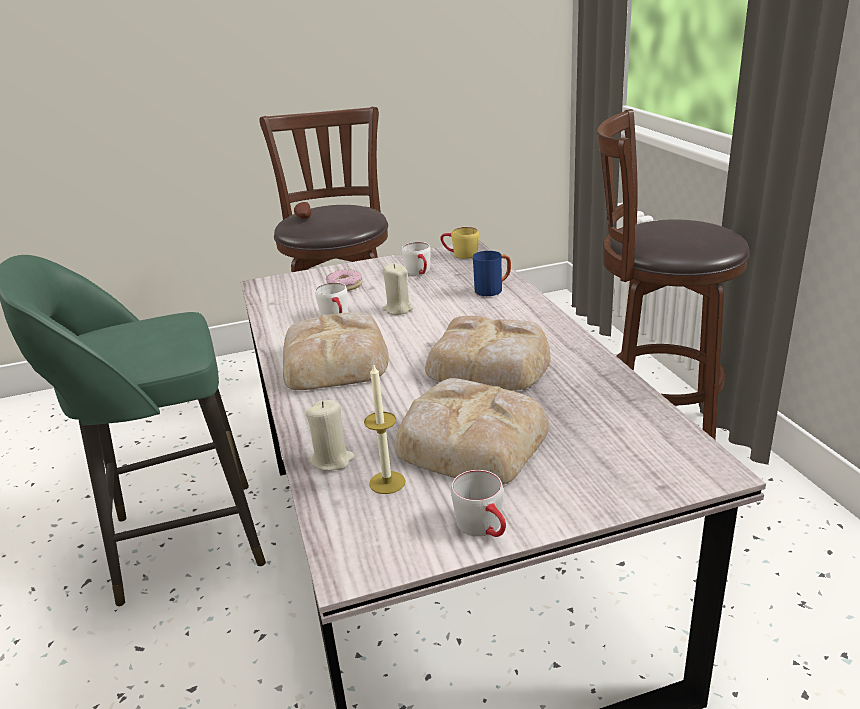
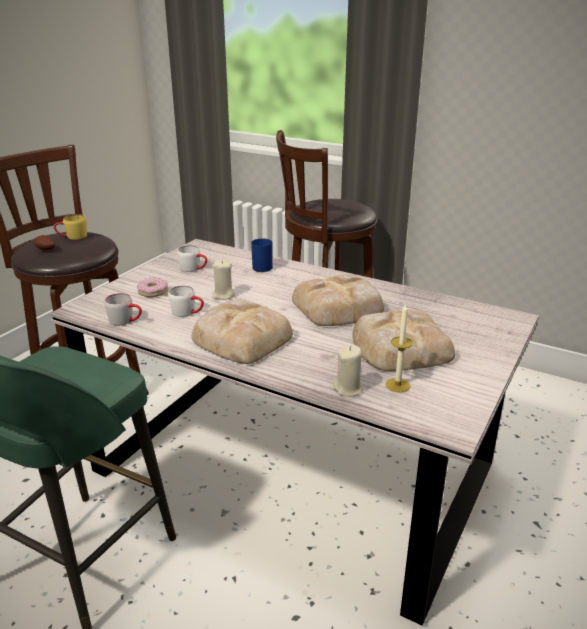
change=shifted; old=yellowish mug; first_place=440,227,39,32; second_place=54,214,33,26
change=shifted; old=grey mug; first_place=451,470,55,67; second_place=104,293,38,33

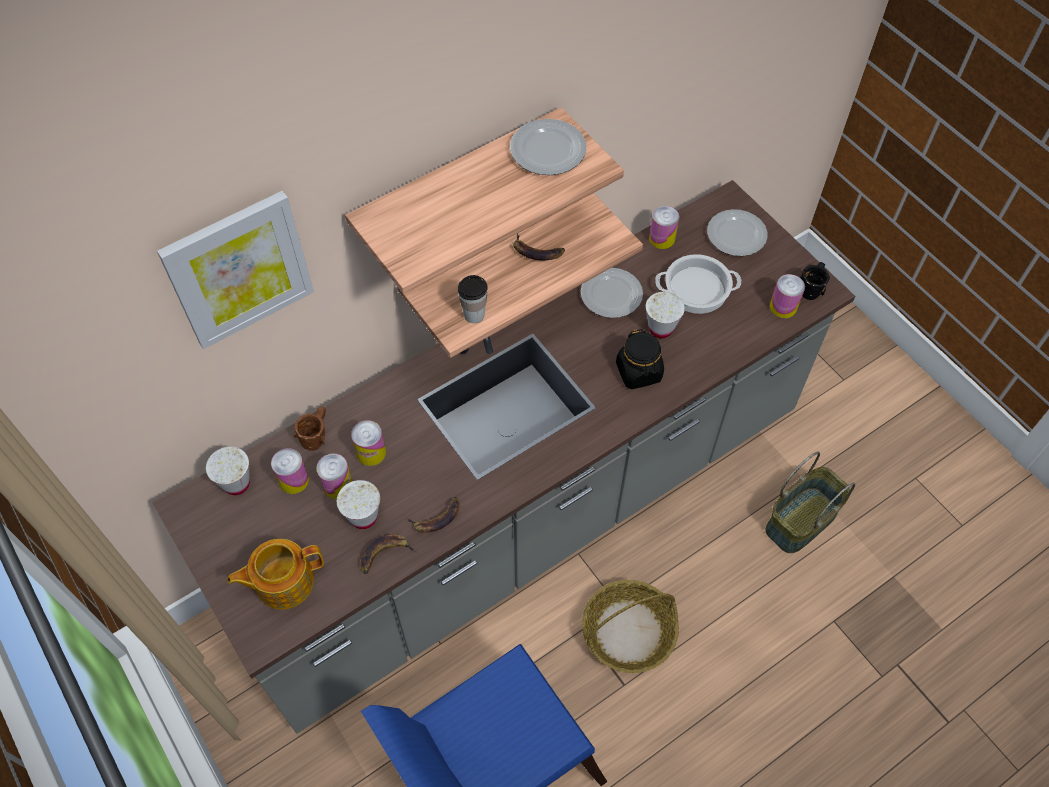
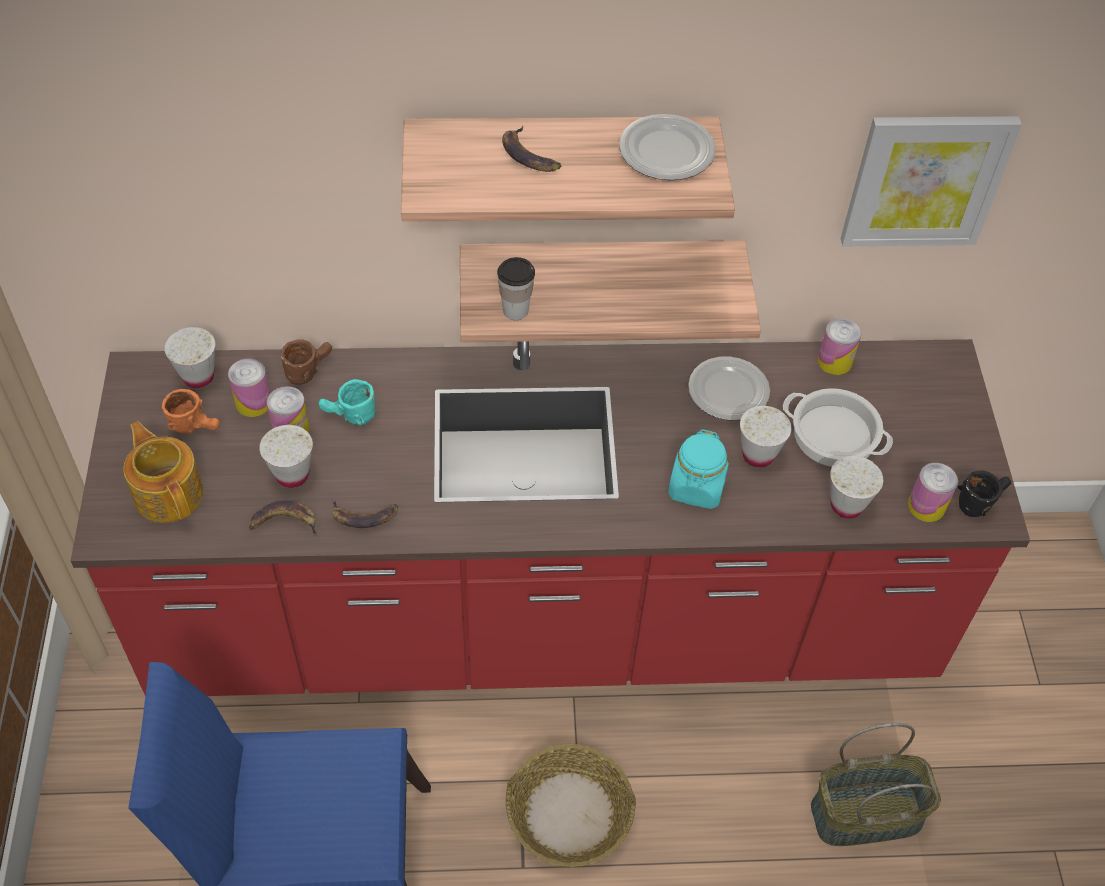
change=repainted; old=grey counter; new=red-coloured counter; first_place=152,180,703,553; second_place=71,339,959,357
change=shifted; old=wall art; first_place=157,191,157,158; second_place=841,116,181,130
change=rotated; old=pot for tea; first_place=227,539,97,71; second_place=123,421,80,102; degrees=45
change=swapped; old=can; new=turquoise mug; first_place=351,420,35,46; second_place=319,379,56,46
change=shifted; old=banana; first_place=513,234,52,26; second_place=502,126,59,46
change=repainted; old=black-coloured storage jar; new=turquoise storage jar; first_place=616,329,48,60; second_place=668,429,61,80
change=gone; old=plate; first_place=707,209,61,47
change=new; new=orangey mug; second_place=162,389,58,45
change=new; new=white-coloured small cup; second_place=830,456,53,62

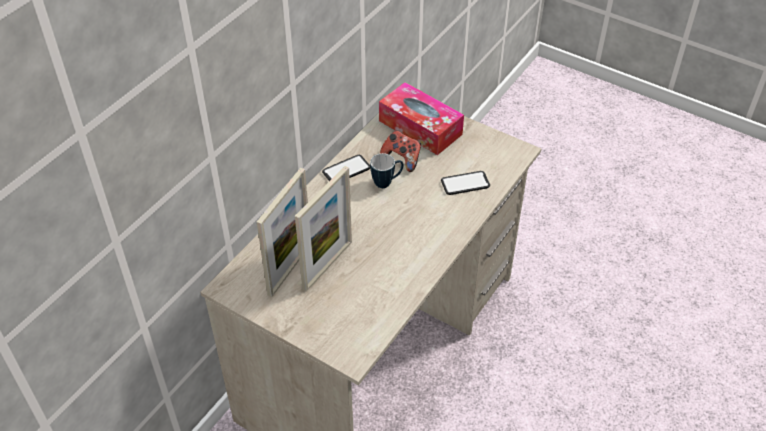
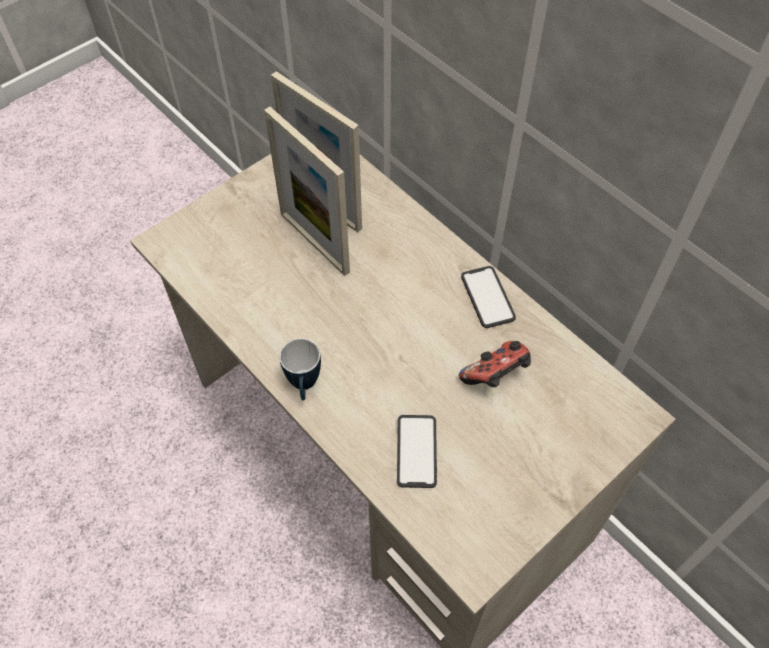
change=shifted; old=mug; first_place=370,153,34,35; second_place=280,338,41,62
change=gone; old=box of tissues; first_place=379,82,85,73

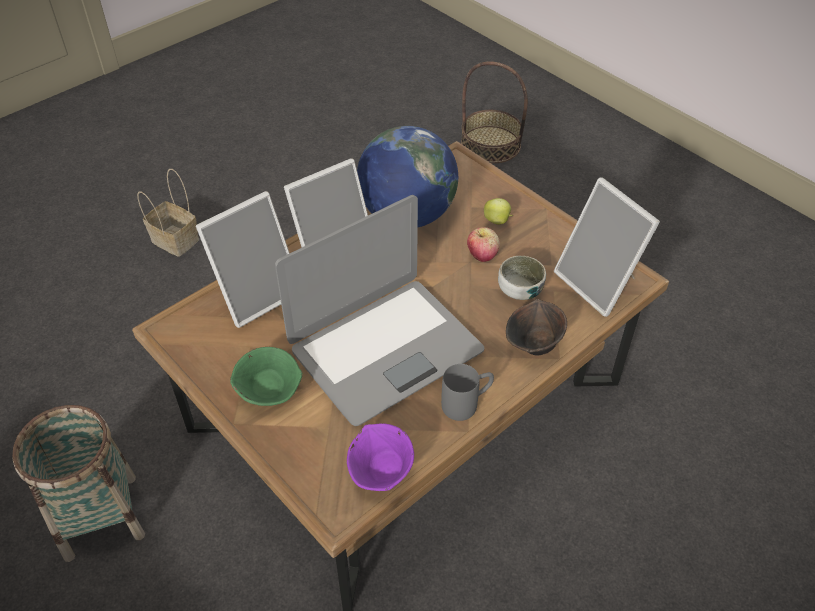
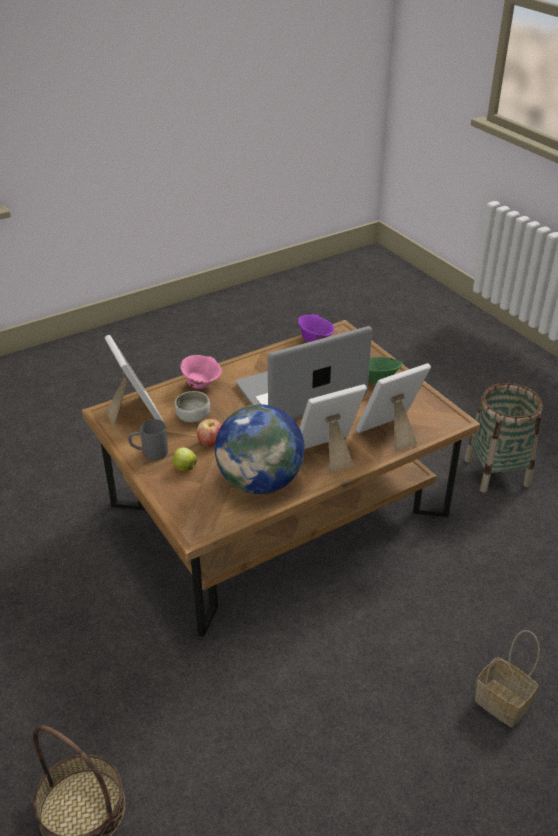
change=shifted; old=grey mug; first_place=441,364,53,57; second_place=128,419,40,41
change=repainted; old=brown-coloured serving bowl; new=pink serving bowl; first_place=506,299,61,56; second_place=180,355,42,34

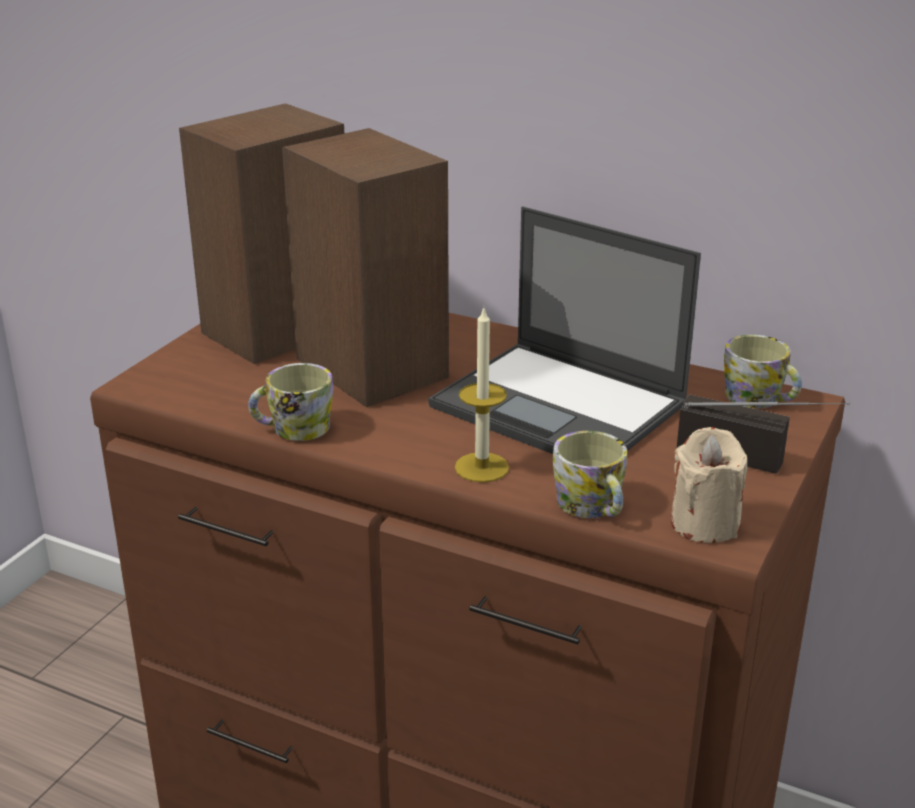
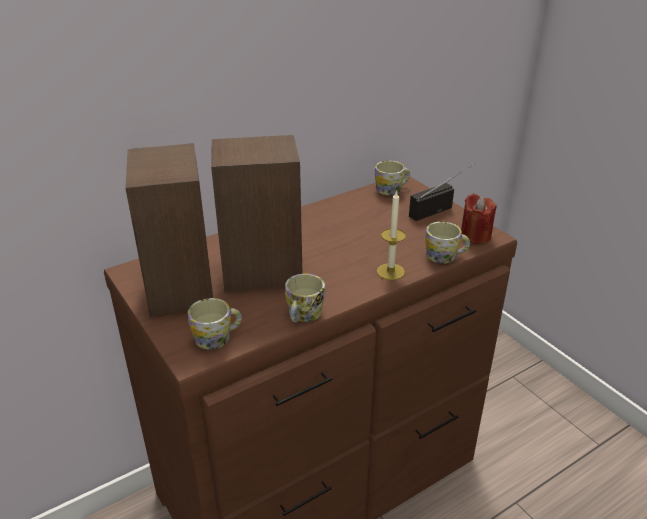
change=gone; old=portable computer; first_place=428,206,273,248
change=repainted; old=beige candle; new=red-coloured candle; first_place=671,427,76,116; second_place=461,194,35,50
change=new; new=mug; second_place=188,298,54,52

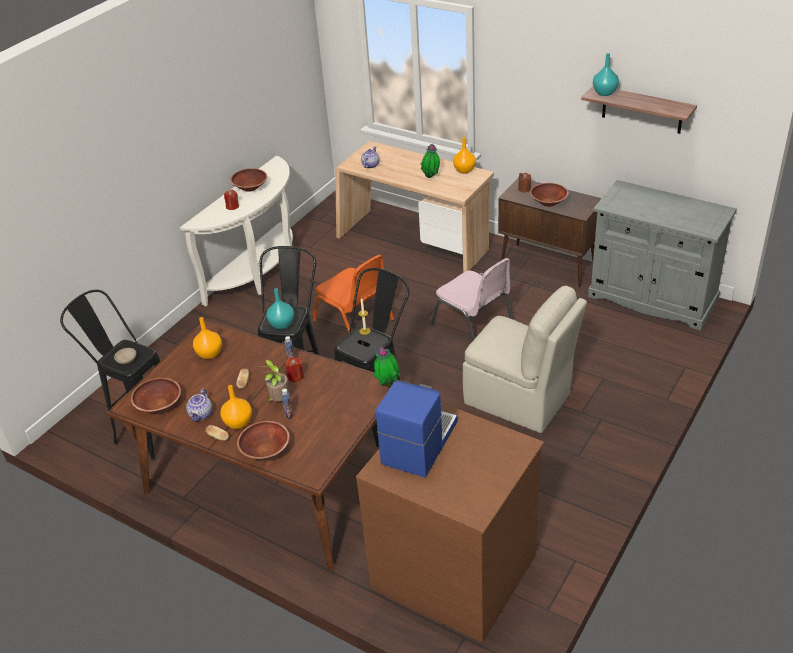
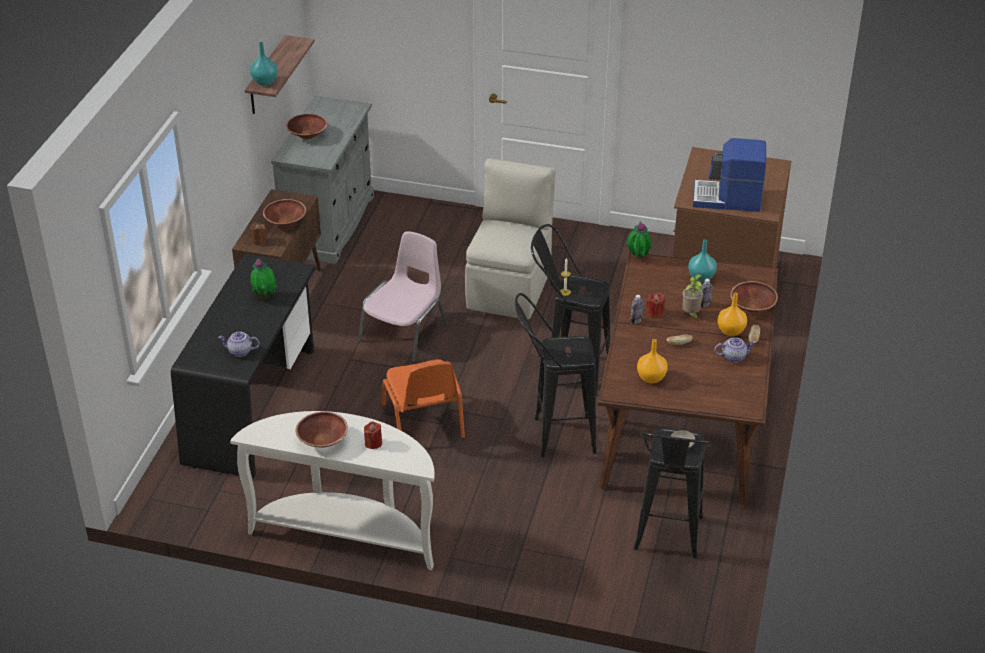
change=shifted; old=brown-coloured serving bowl; first_place=131,378,50,34; second_place=286,114,41,25
change=shifted; old=turquoise decorative vase; first_place=267,288,27,42; second_place=688,240,29,42
change=rotated; old=orangey chair; first_place=313,255,81,77; second_place=382,359,83,80; degrees=135
change=repainted; old=beige desk table; new=black-coloured desk table; first_place=335,141,159,131; second_place=171,254,144,225
change=gone; old=orangey decorative vase; first_place=453,137,23,37

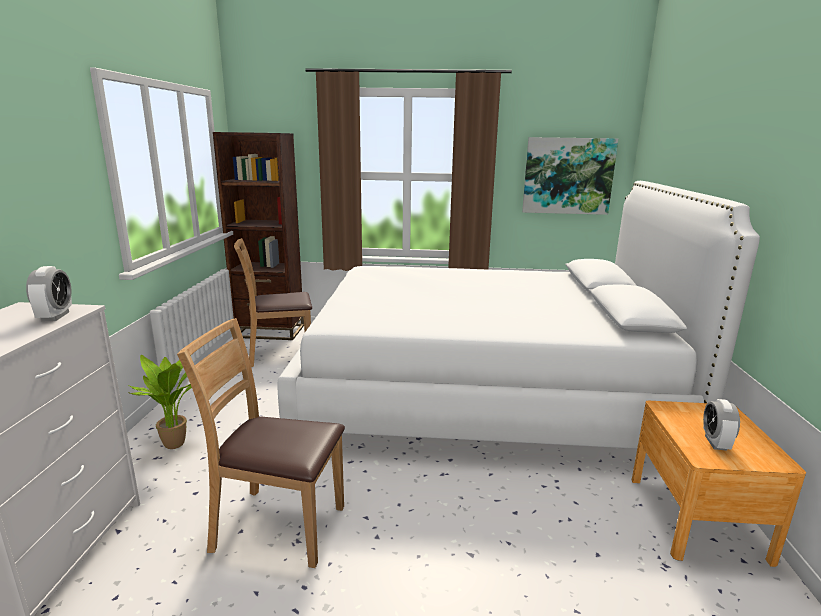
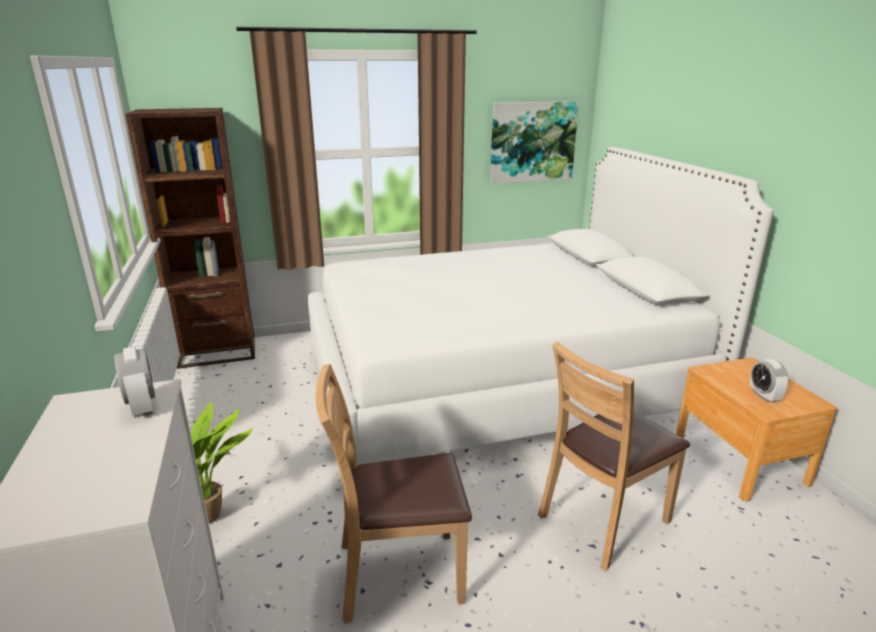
change=shifted; old=brown-coloured chair; first_place=234,238,78,129; second_place=538,342,152,229

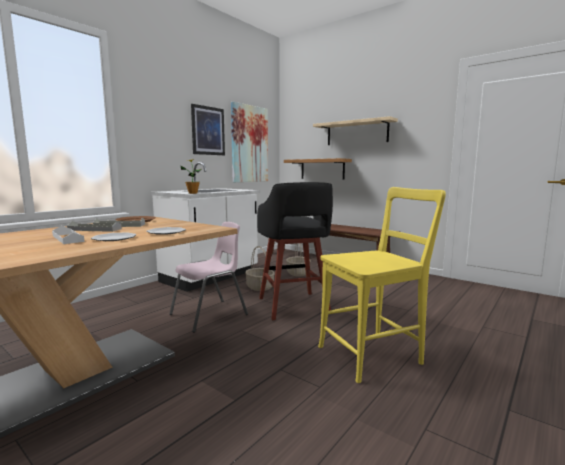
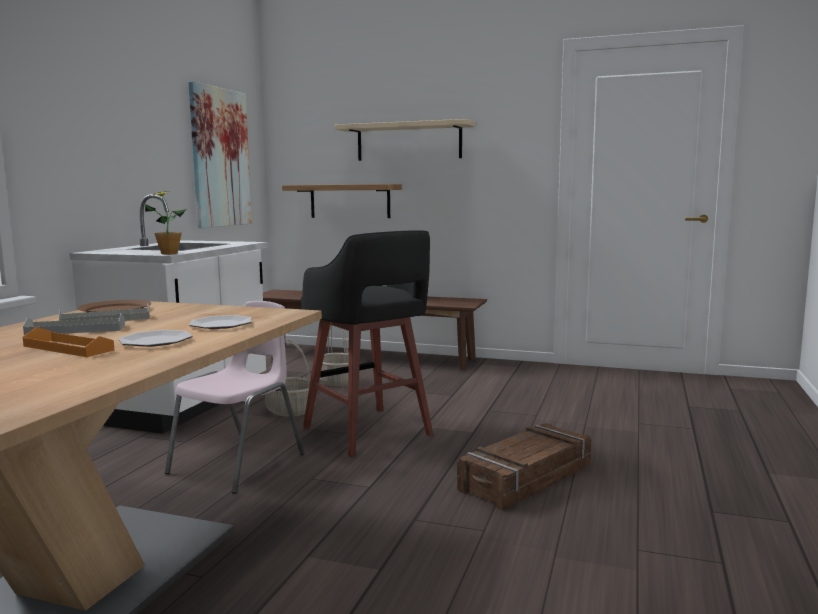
change=repainted; old=white-coloured tray; new=orangey tray; first_place=52,226,32,18; second_place=23,327,92,30
change=gone; old=wall art; first_place=191,104,34,51
change=swapped; old=yellowish chair; new=crate; first_place=318,187,128,196; second_place=457,423,134,87

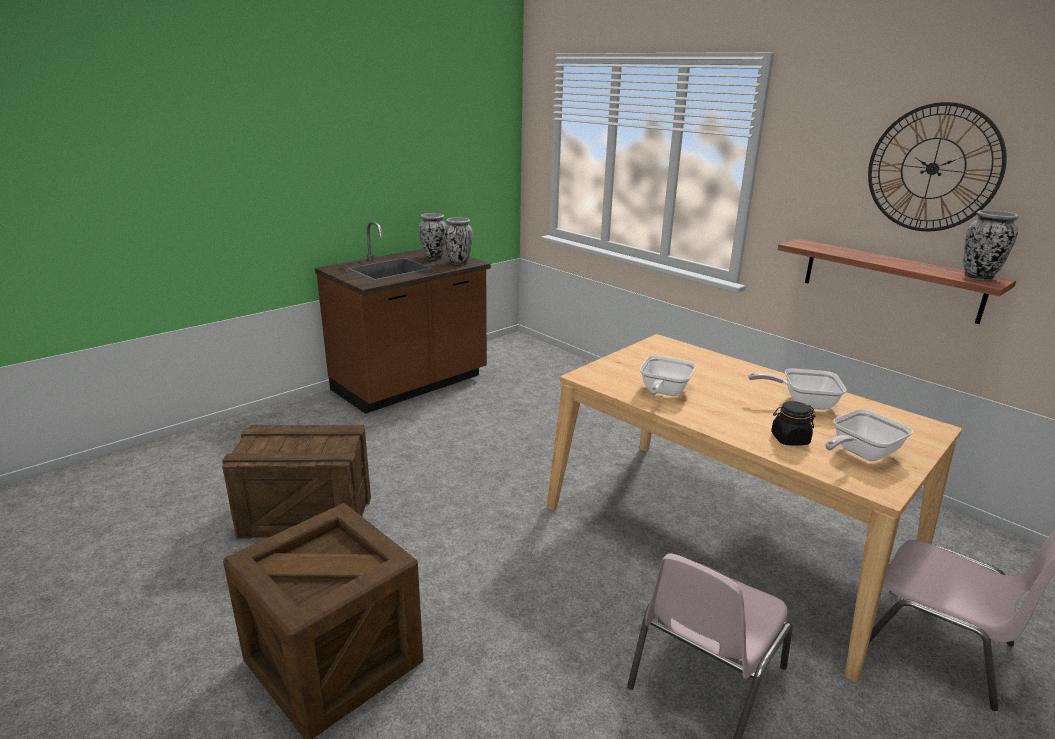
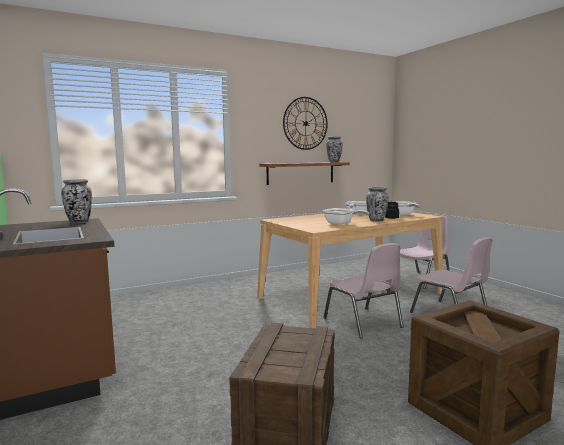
change=shifted; old=decorative vase; first_place=419,213,28,47; second_place=366,187,23,35
change=new; new=pink chair; second_place=324,243,80,95

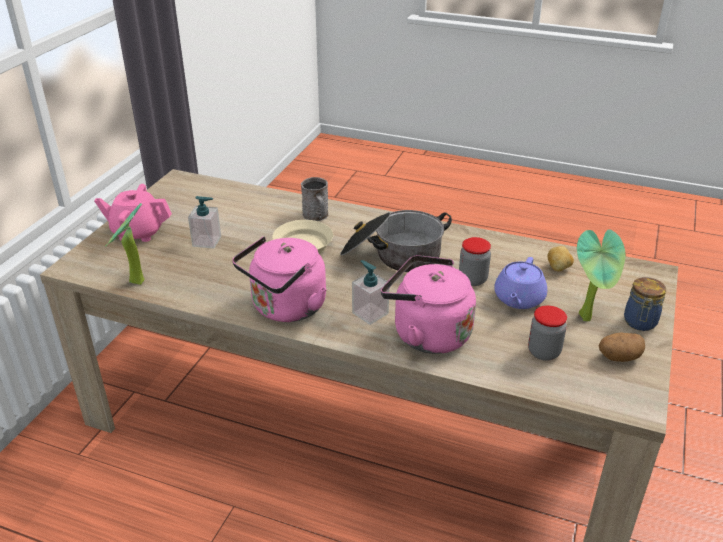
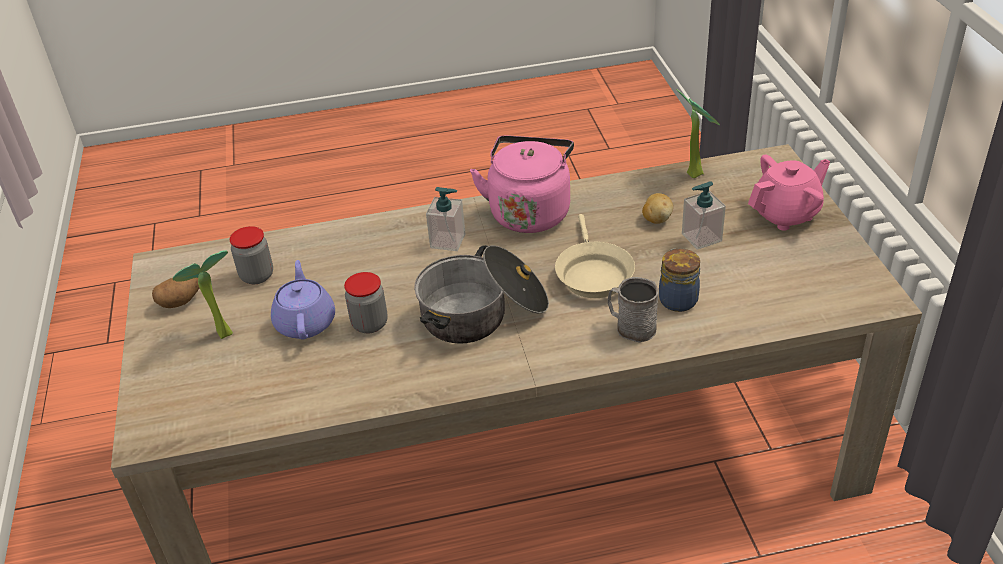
change=gone; old=pink water kettle; first_place=381,255,95,99
change=shifted; old=whole potato; first_place=548,246,26,25; second_place=642,193,31,31
change=shifted; old=storage jar; first_place=624,277,42,54; second_place=659,248,41,64

